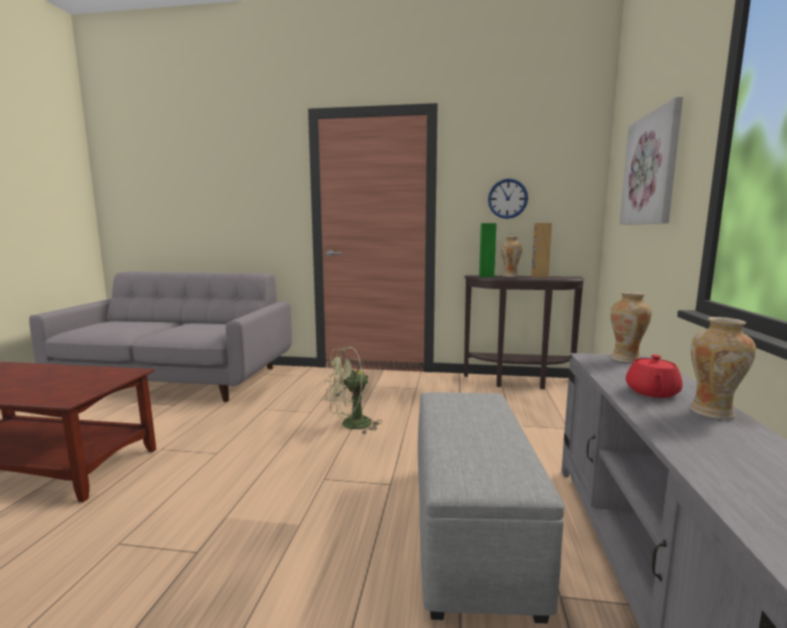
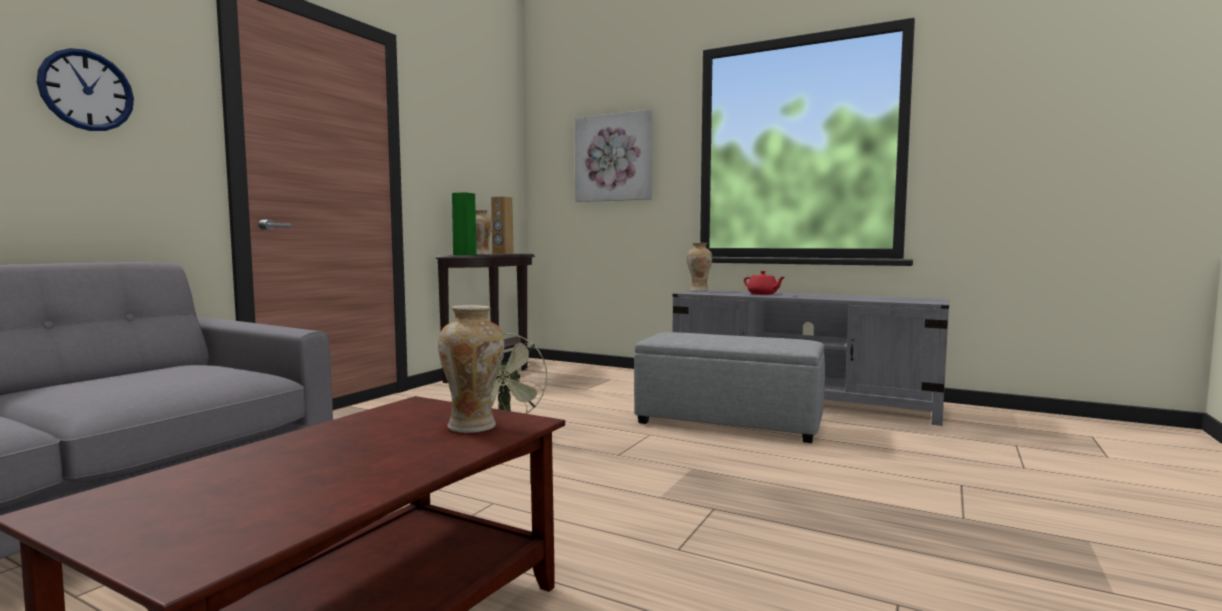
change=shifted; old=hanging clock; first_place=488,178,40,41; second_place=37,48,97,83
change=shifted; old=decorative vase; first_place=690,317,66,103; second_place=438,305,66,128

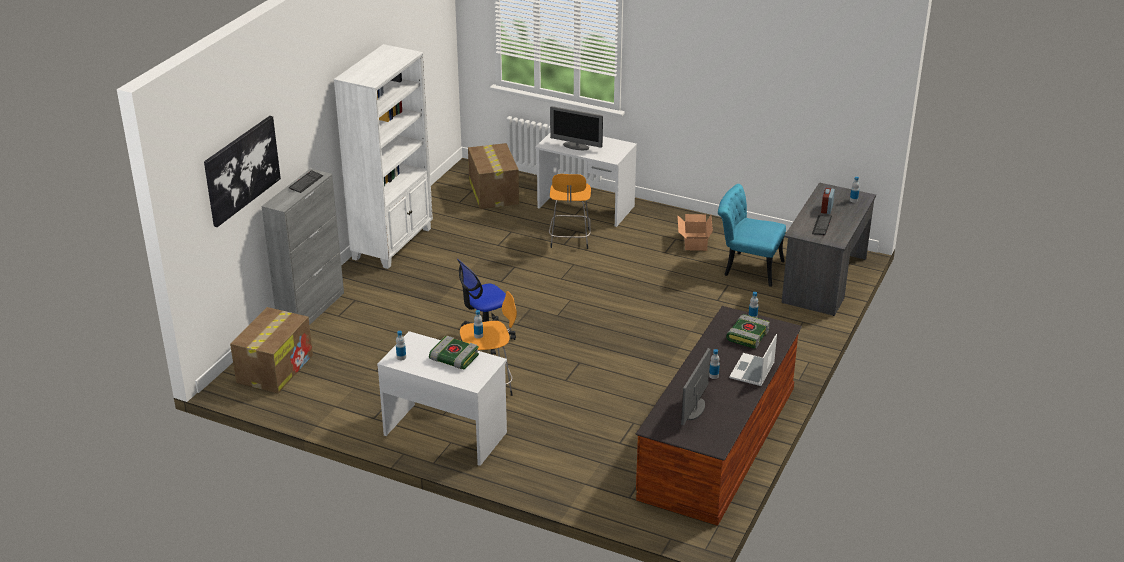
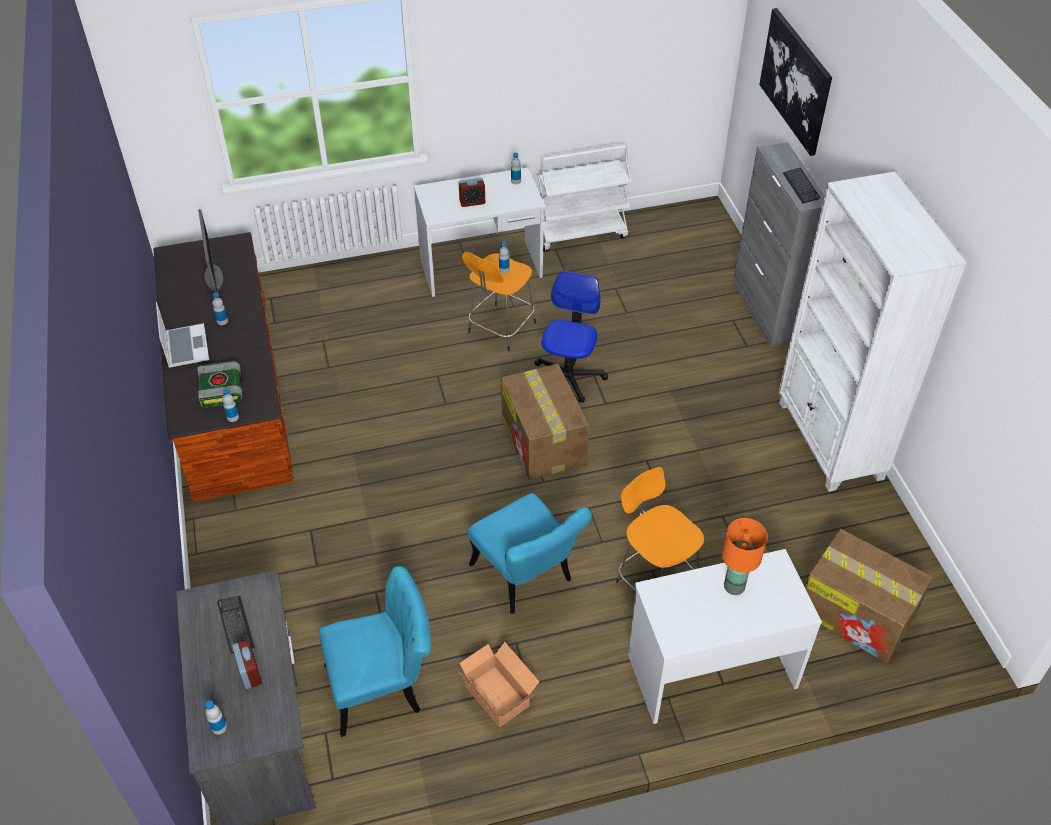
change=shifted; old=carton; first_place=230,307,83,86; second_place=501,364,88,116
change=swapped; old=bound book; new=bedside clock; first_place=429,336,50,33; second_place=459,178,26,29
change=swapped; old=computer screen; new=orangey table lamp; first_place=550,106,53,44; second_place=722,518,45,77
change=new; new=turquoise chair; second_place=468,493,124,121
change=new; new=white-coloured cart; second_place=537,146,94,106

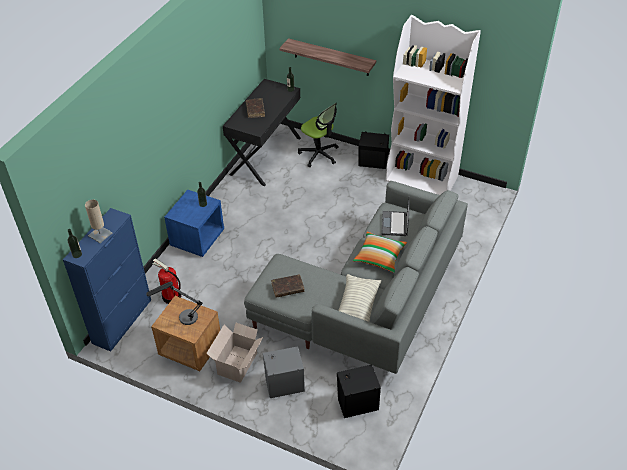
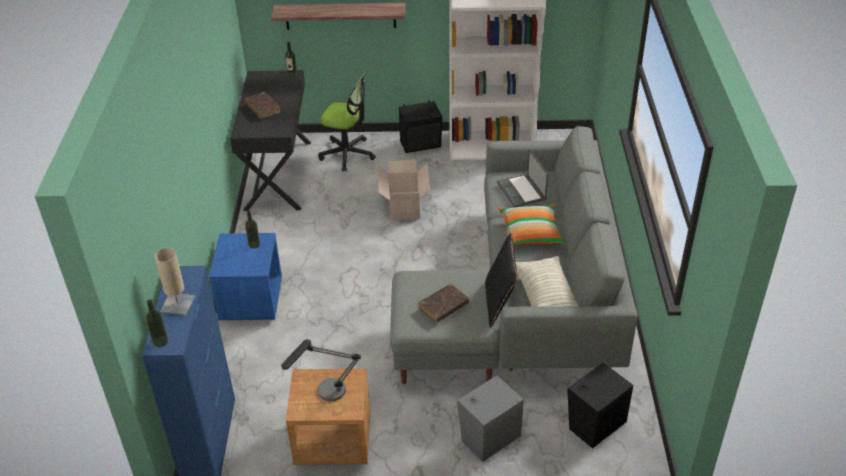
change=gone; old=extinguisher; first_place=153,258,28,46
change=shifted; old=carton; first_place=206,323,57,60; second_place=378,160,52,60
change=new; new=black-coloured throw pillow; second_place=485,233,33,94

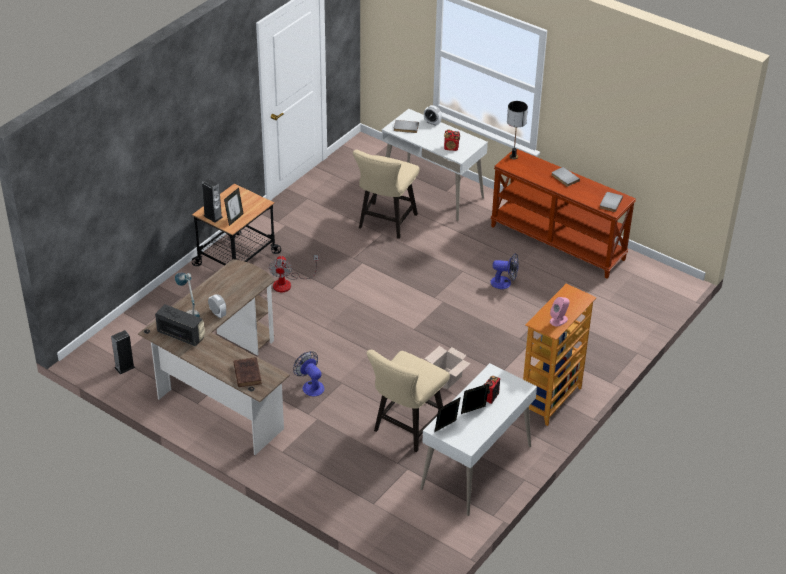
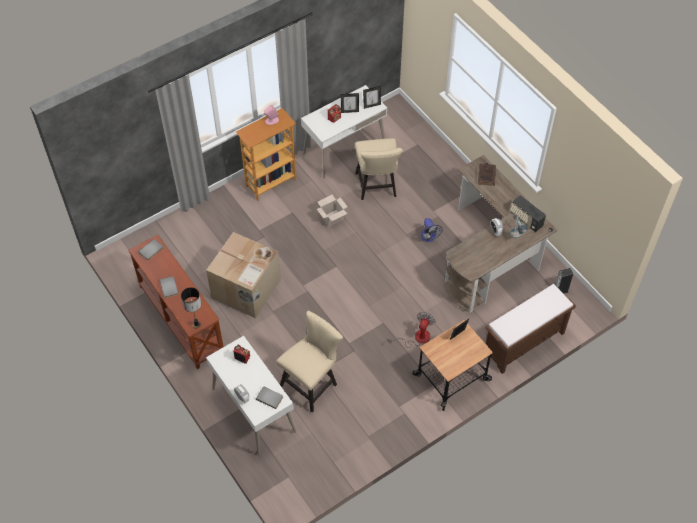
change=gone; old=loudspeaker; first_place=202,179,21,44
change=rotated; old=beige chair; first_place=367,350,83,102; second_place=355,138,48,62; degrees=120
change=swapped; old=fan; new=carton; first_place=490,253,29,36; second_place=206,232,75,86
change=new; new=brown-coloured long seat; second_place=485,284,91,90

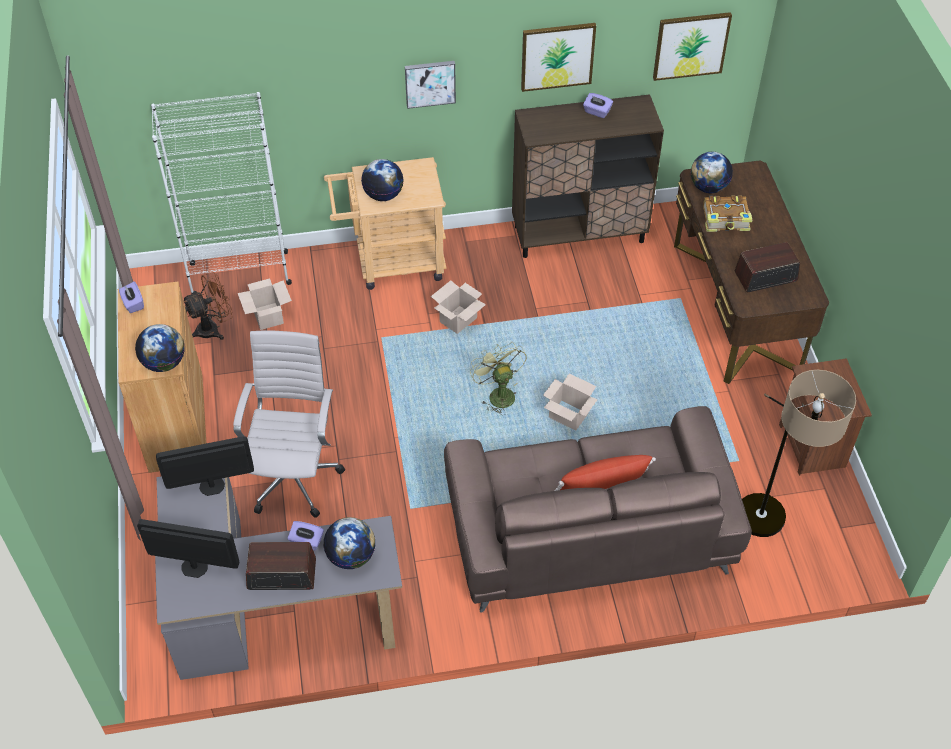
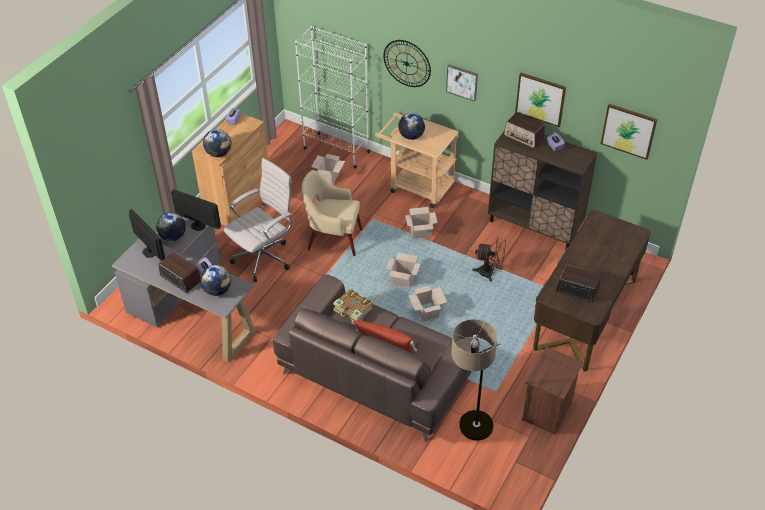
change=shifted; old=brown-coloured fan; first_place=183,272,50,68; second_place=472,237,34,44
change=swapped; old=green-coloured fan; new=carton; first_place=470,343,57,72; second_place=386,252,35,35
change=shifted; old=world globe; first_place=691,152,42,41; second_place=156,212,30,29
change=shifted; old=bound book; first_place=703,195,49,37; second_place=333,289,40,32
change=new; new=beige lounge chair; second_place=302,170,61,86
change=new; new=hanging clock; second_place=383,40,48,47
change=new; new=radio; second_place=504,112,41,36

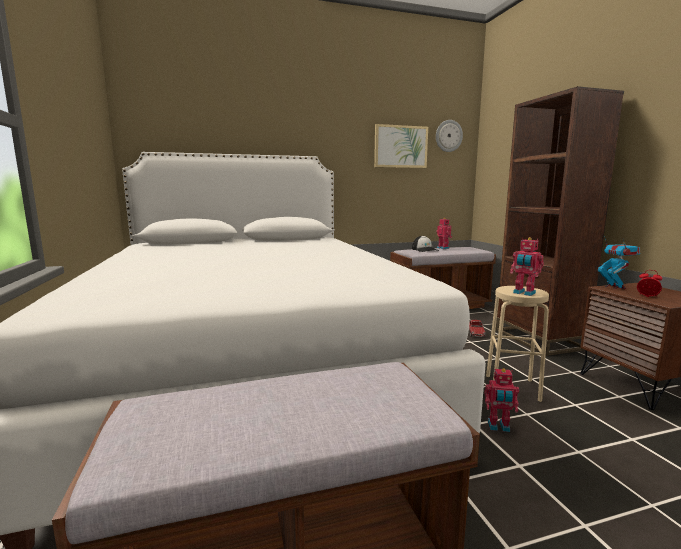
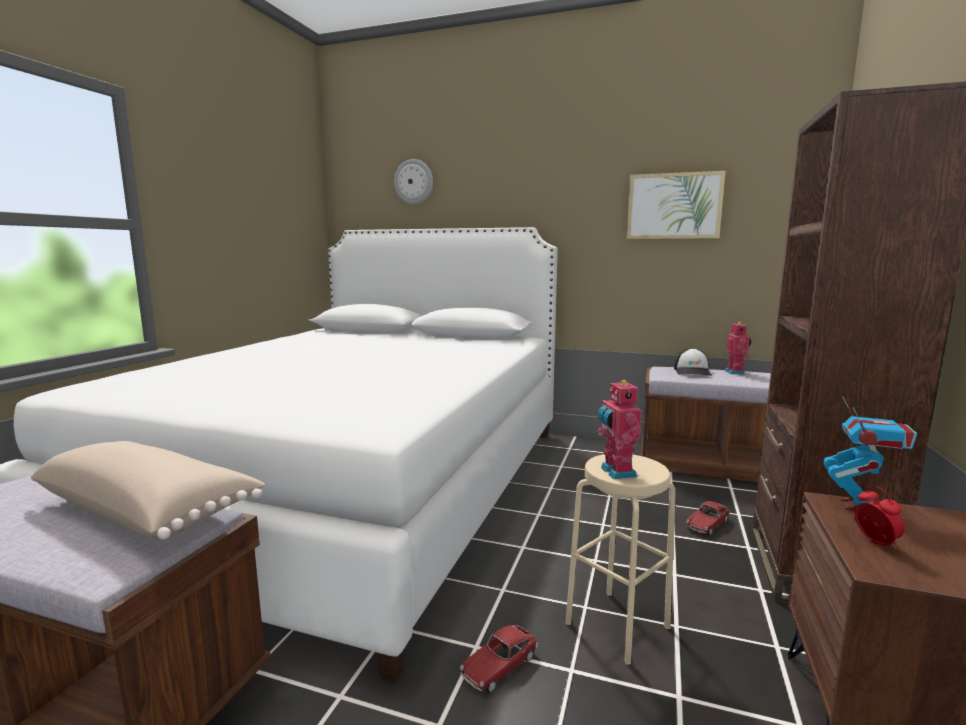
change=shifted; old=hanging clock; first_place=436,120,27,32; second_place=394,159,39,45
change=swapped; old=robot figure; new=toy car; first_place=484,368,35,64; second_place=460,625,78,68
change=new; new=beige throw pillow; second_place=31,441,234,98

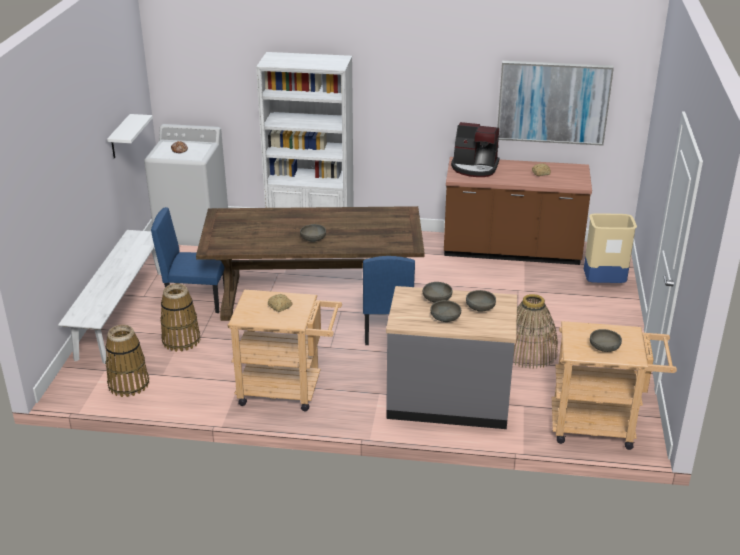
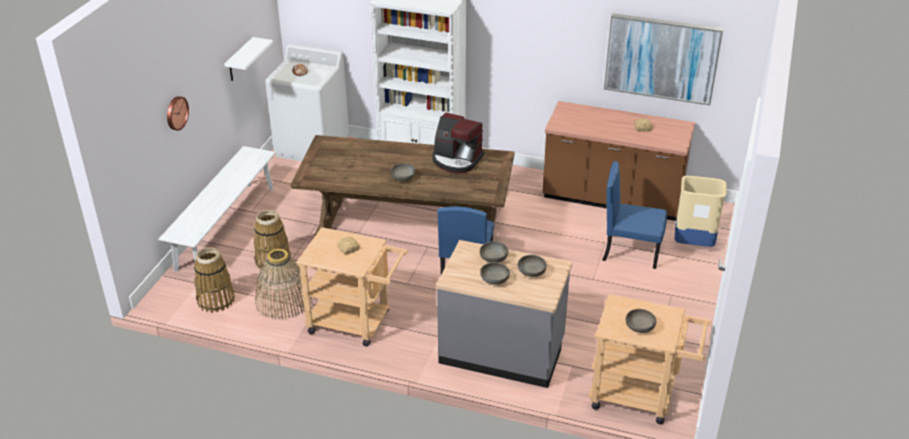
change=shifted; old=blue-coloured chair; first_place=151,207,74,106; second_place=602,161,65,108
change=shifted; old=coffee brewer; first_place=451,122,48,55; second_place=432,112,52,61
change=shifted; old=household basket; first_place=513,294,45,75; second_place=255,249,57,71
change=new; new=hanging clock; second_place=167,96,22,35

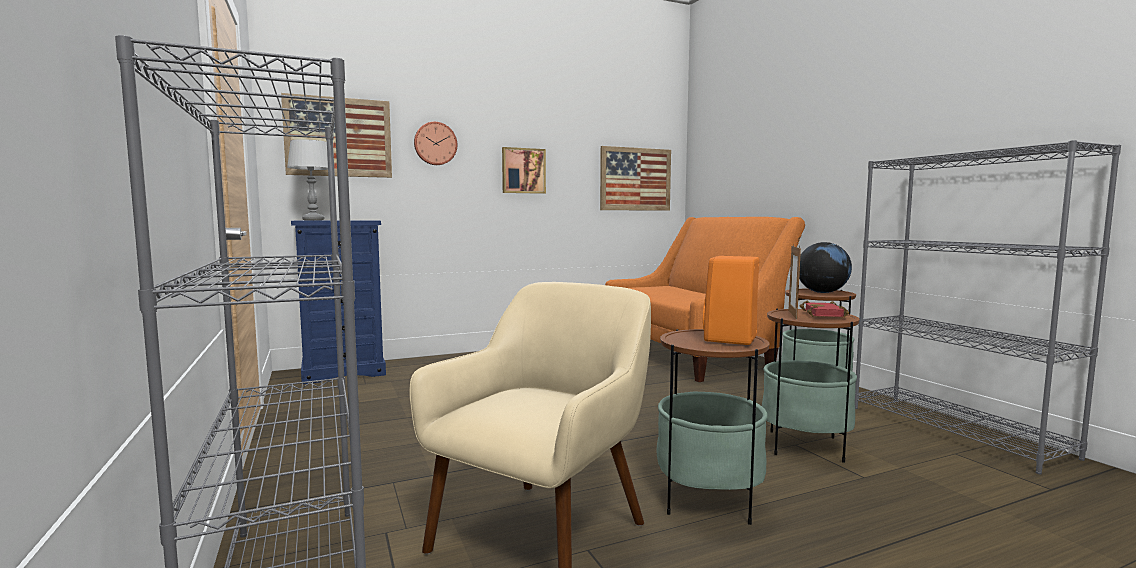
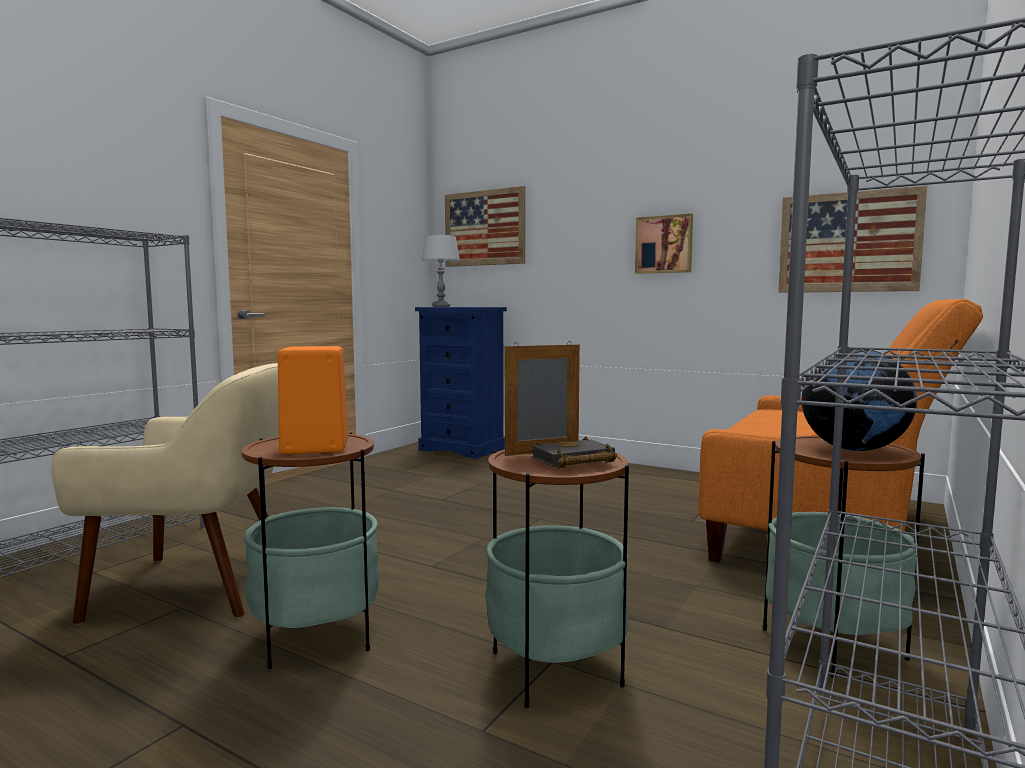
change=gone; old=hanging clock; first_place=414,122,43,43
change=repainted; old=red-coloured bound book; new=black-coloured bound book; first_place=800,301,49,16; second_place=531,436,86,32

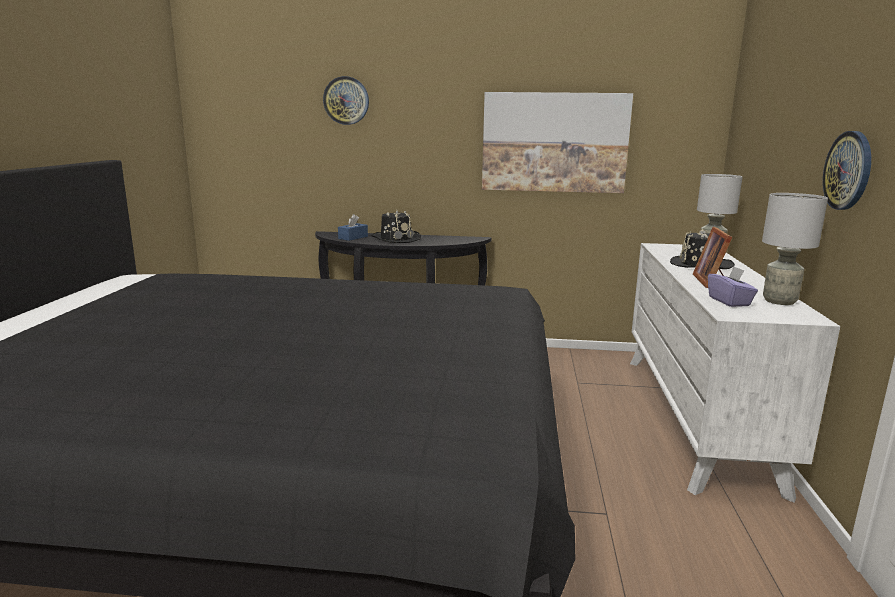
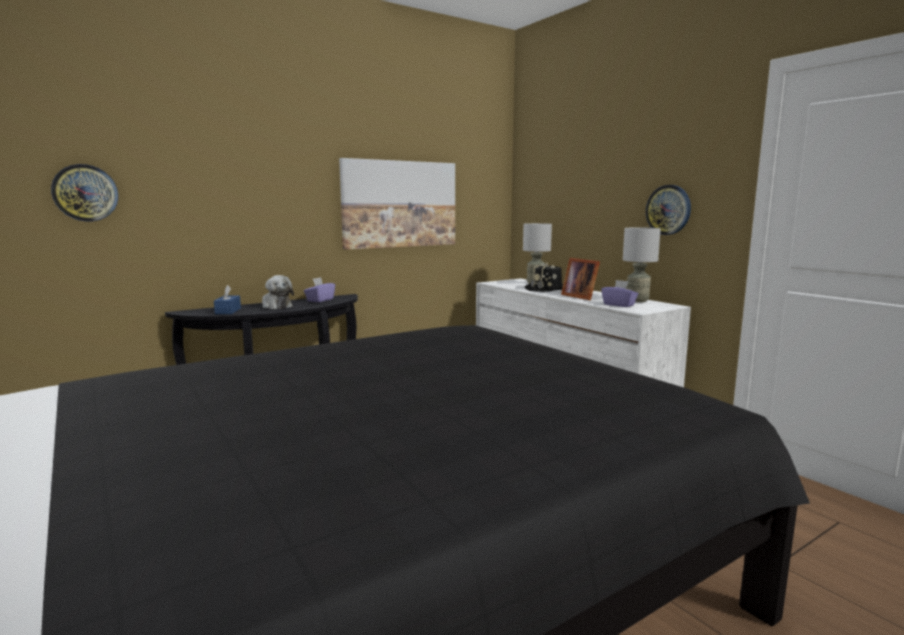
change=shifted; old=hanging clock; first_place=323,76,46,49; second_place=51,164,67,58
change=swapped; old=black-coloured clothing hat; new=cuddly toy; first_place=371,210,50,33; second_place=262,275,32,34
change=new; new=purplish box of tissues; second_place=304,277,31,25

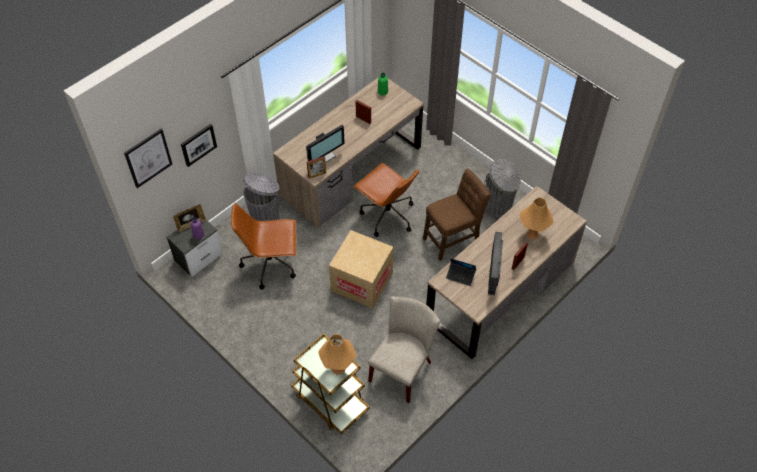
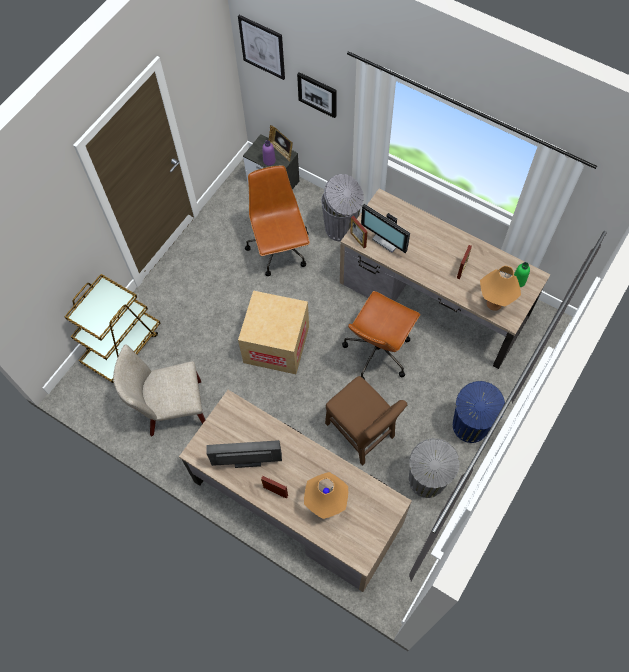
change=shifted; old=orangey table lamp; first_place=318,334,39,41; second_place=480,266,41,45
change=rotated; old=beige chair; first_place=368,296,72,107; second_place=113,344,92,92; degrees=150
change=gone; old=portable computer; first_place=446,258,30,28
change=new; new=blue-coloured waste bin; second_place=453,381,52,62

